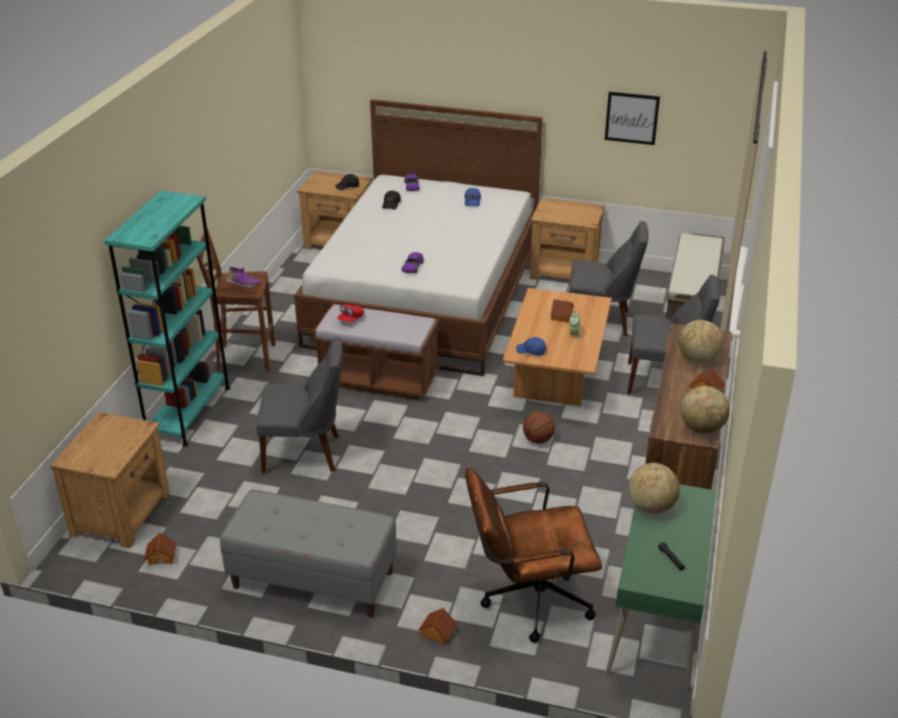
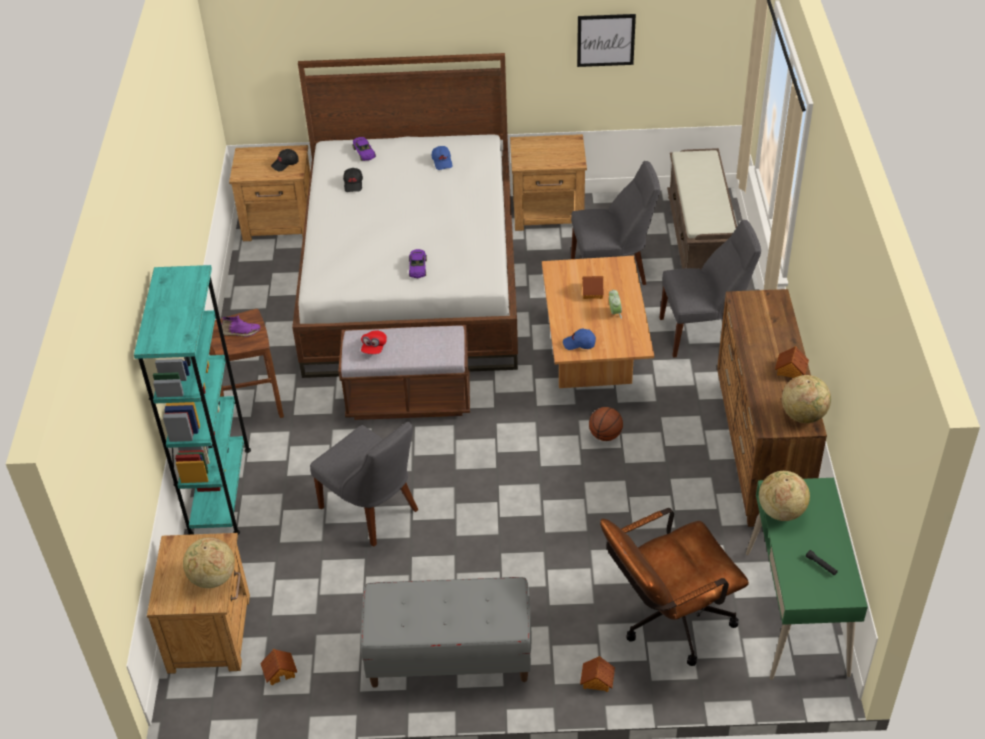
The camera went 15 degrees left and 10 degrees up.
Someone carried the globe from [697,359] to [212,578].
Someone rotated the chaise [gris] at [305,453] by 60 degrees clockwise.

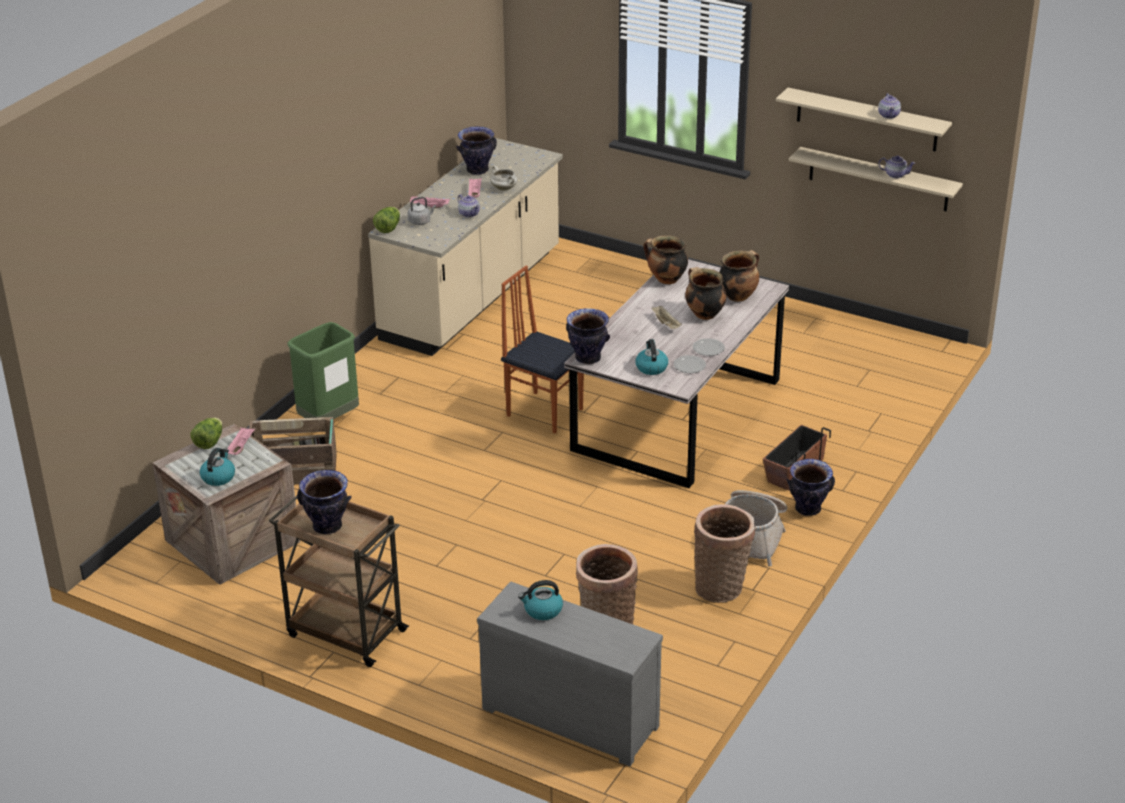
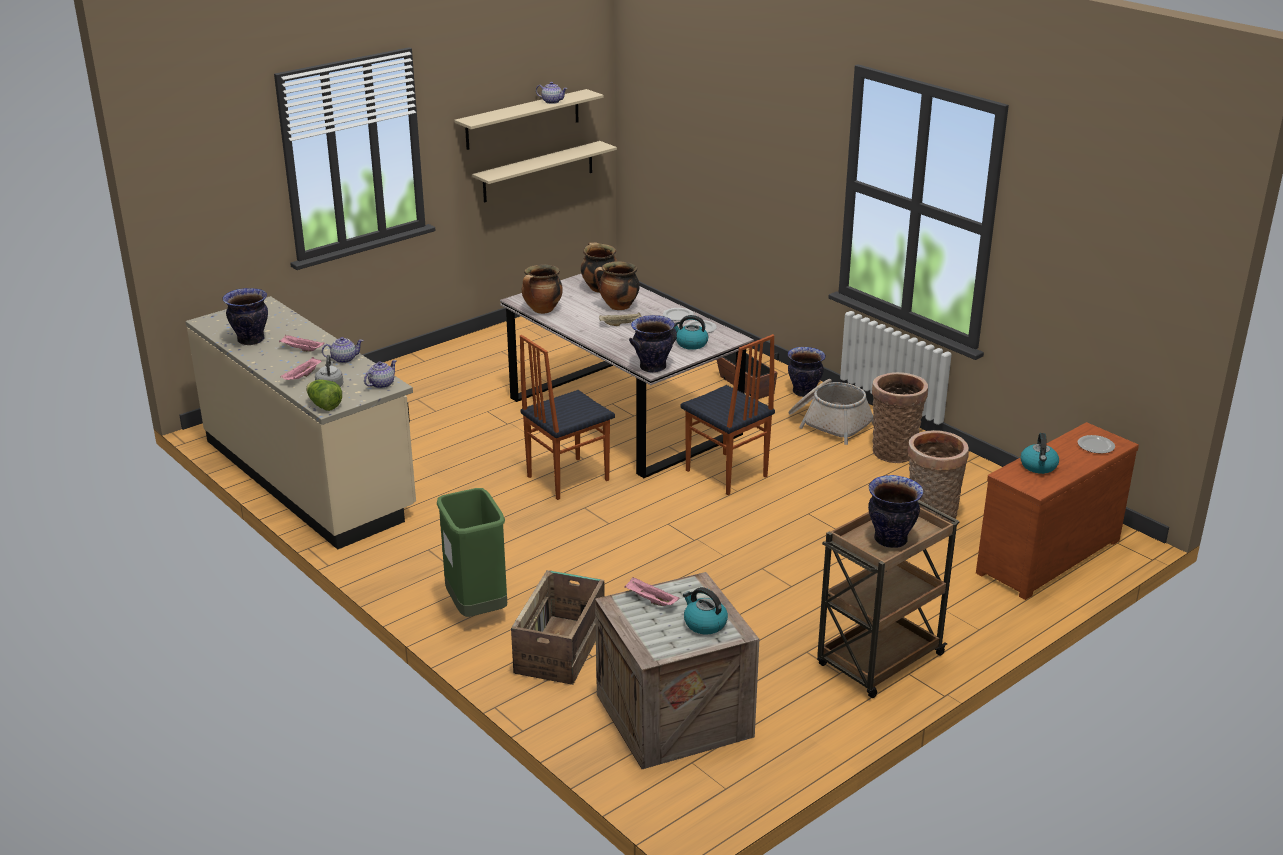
The camera went 70 degrees left and 5 degrees down.
Someone carried the théière from [895,175] to [381,384].
Someone took away the marmite [blanc] at [504,188].
Someone took away the laitue at [209,442].
Someone repainted the commode [gris] at [572,714], which became the commode [marron] at [1045,554].
Someone put down the chaise at [726,474].
Someone put down the assiette at [1095,446].

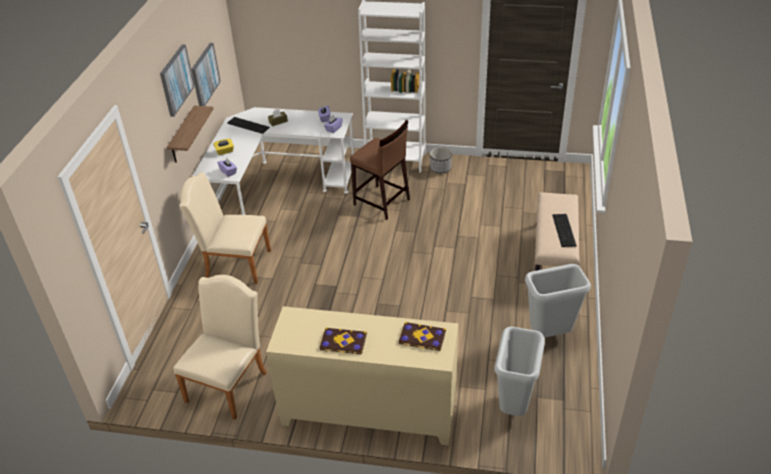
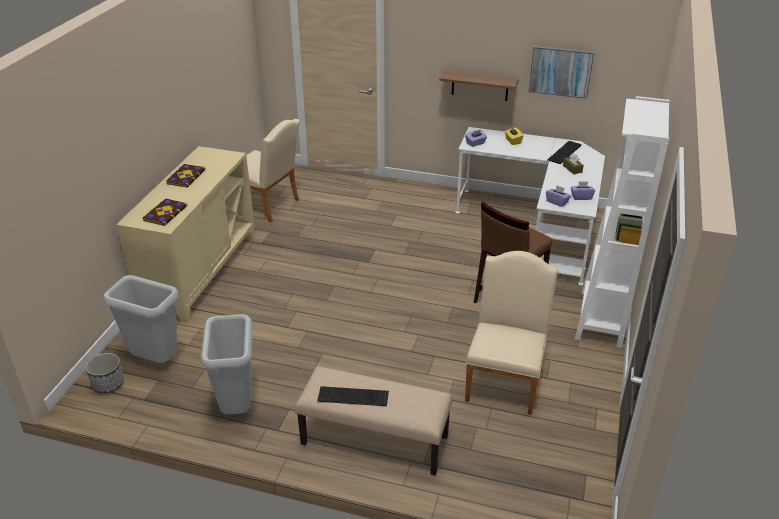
The camera went 95 degrees right and 5 degrees down.
Someone took away the tableau at [176,80].
Someone carried the cache-pot from [440,168] to [108,384].
Someone carried the chaise [beige] from [233,263] to [505,379].

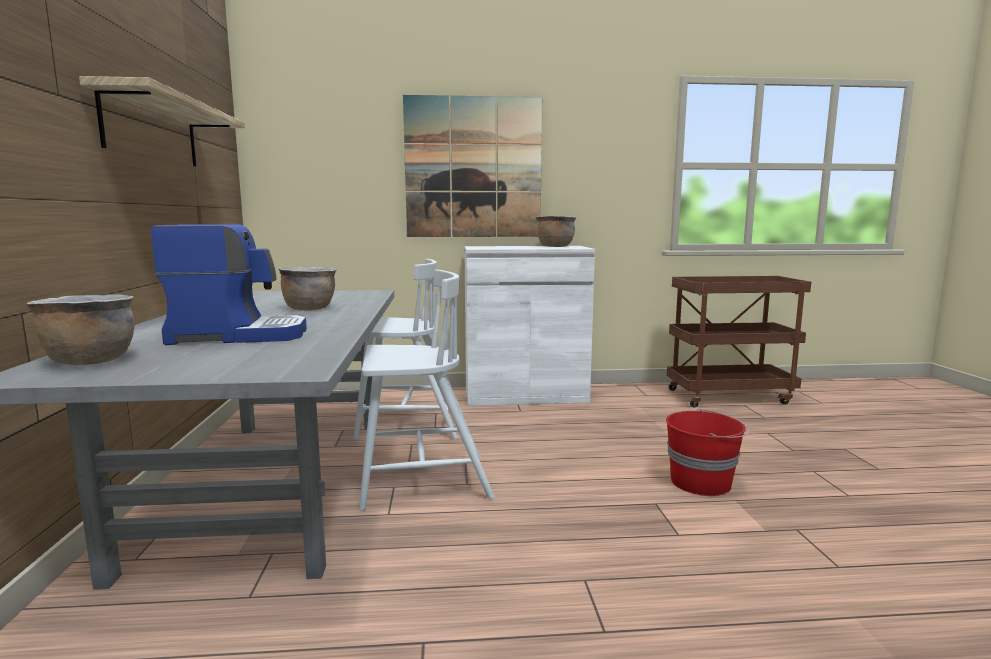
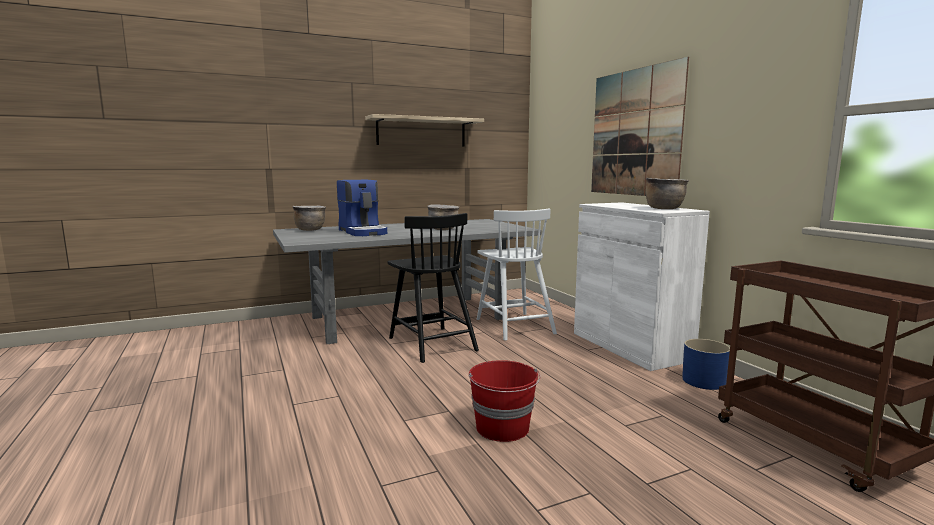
The camera went 70 degrees right and 0 degrees up.
Someone repainted the chaise [blanc] at [421,482], which became the chaise [noir] at [431,343].
Someone put down the cache-pot [bleu] at [704,381].

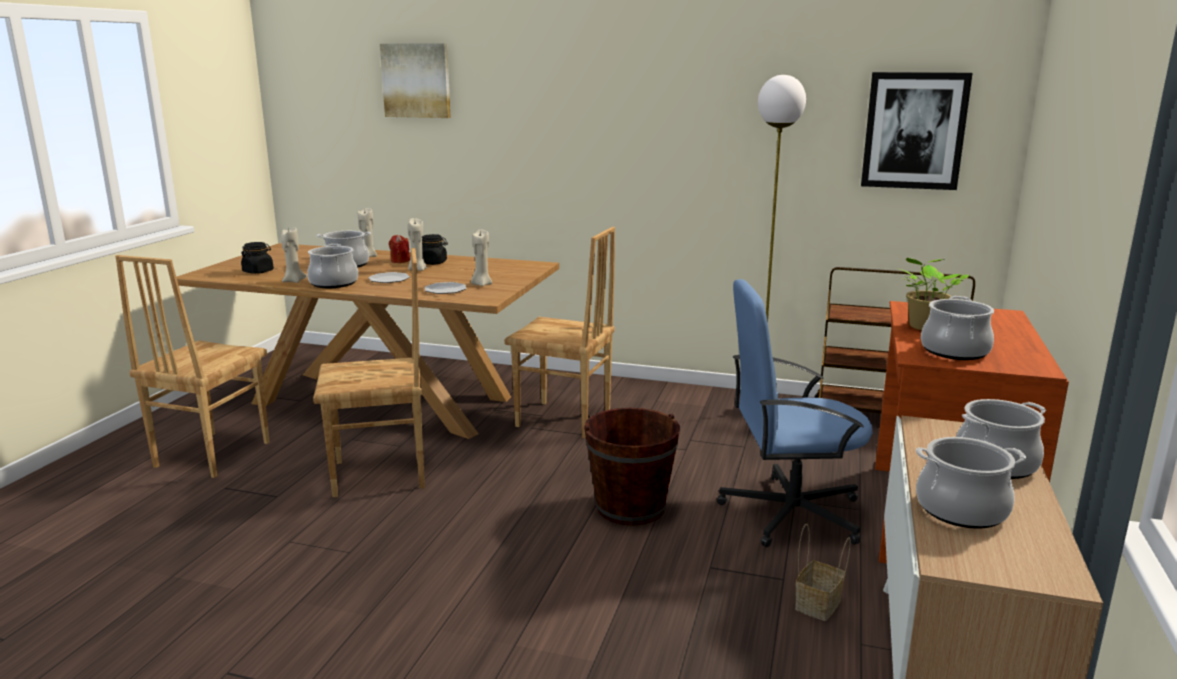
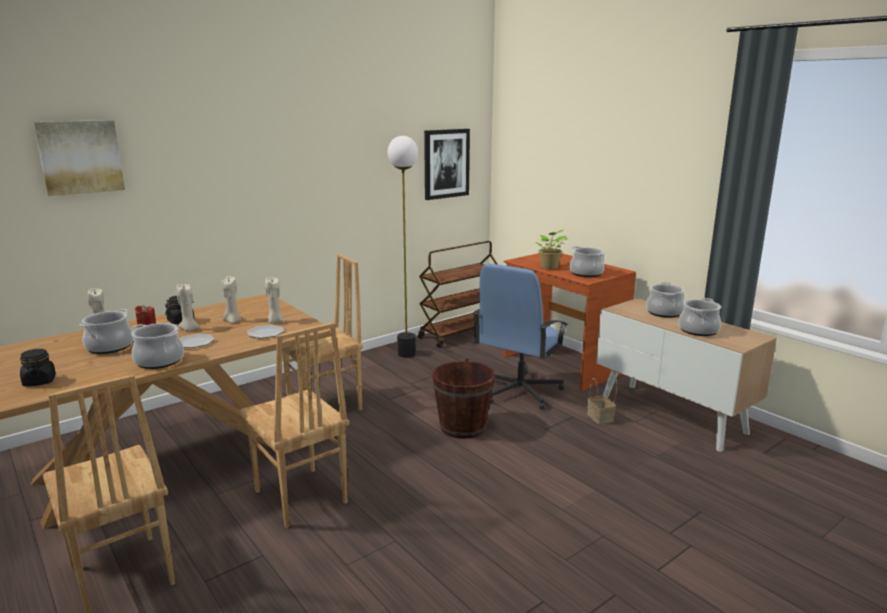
The camera went 55 degrees left and 0 degrees up.
Someone carried the bougie [beige] from [293,281] to [232,321].
Someone rotated the chaise [marron] at [380,475] by 120 degrees clockwise.

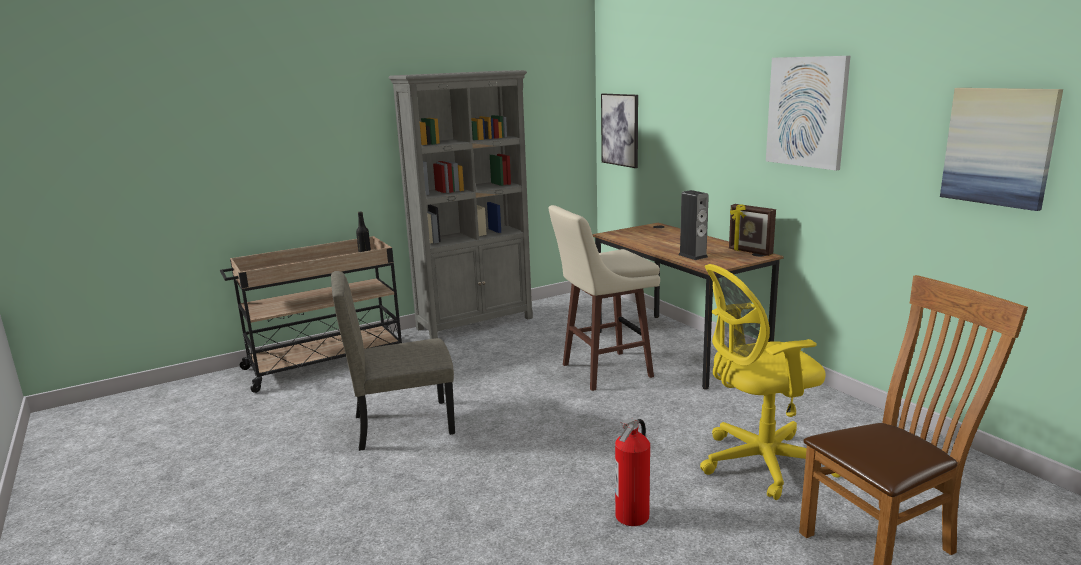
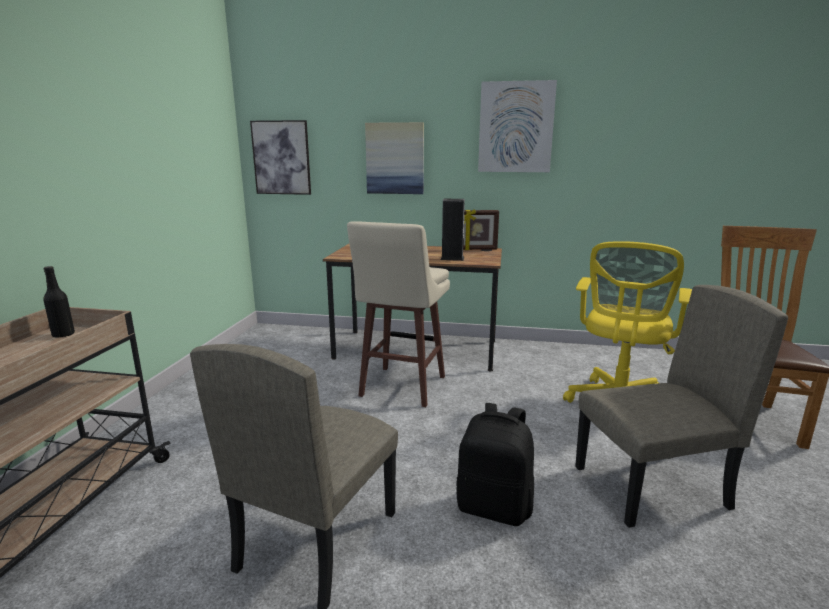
The camera went 50 degrees left and 0 degrees up.
Someone took away the bibliothèque [gris] at [476,323].
Someone carried the tableau from [998,146] to [395,158].
Someone swapped the extincteur at [633,516] for the chaise [beige] at [651,488].
Someone put down the sac à dos [noir] at [494,507].

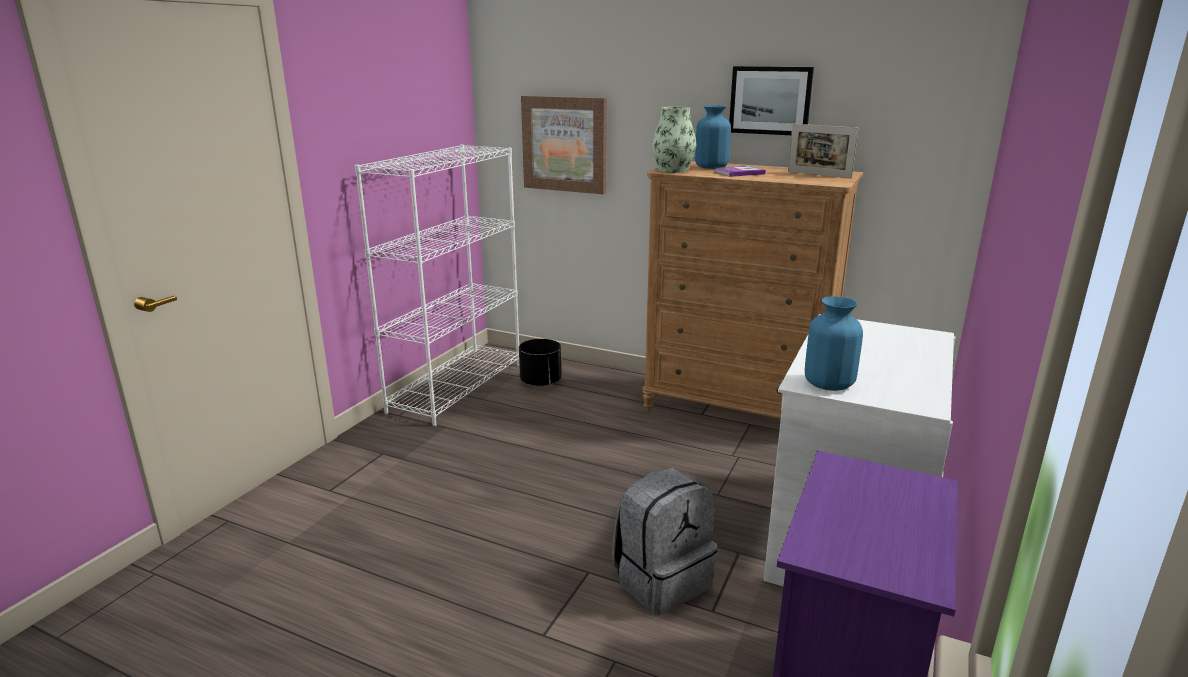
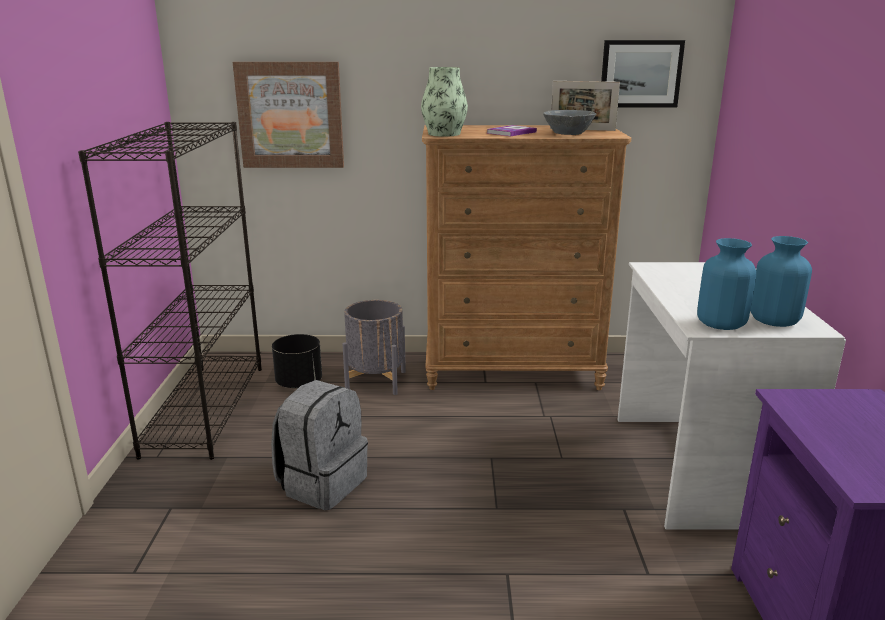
The camera went 25 degrees left and 0 degrees up.
Someone carried the tableau from [770,100] to [640,74].
Someone carried the vase [bleu] from [711,167] to [774,321].
Someone repainted the bibliothèque [blanc] at [457,387], which became the bibliothèque [noir] at [205,408].
Someone carried the sac à dos [gris] from [661,580] to [322,483].
Someone put down the bol [gris] at [567,133].
Someone put down the cache-pot [gris] at [376,381].

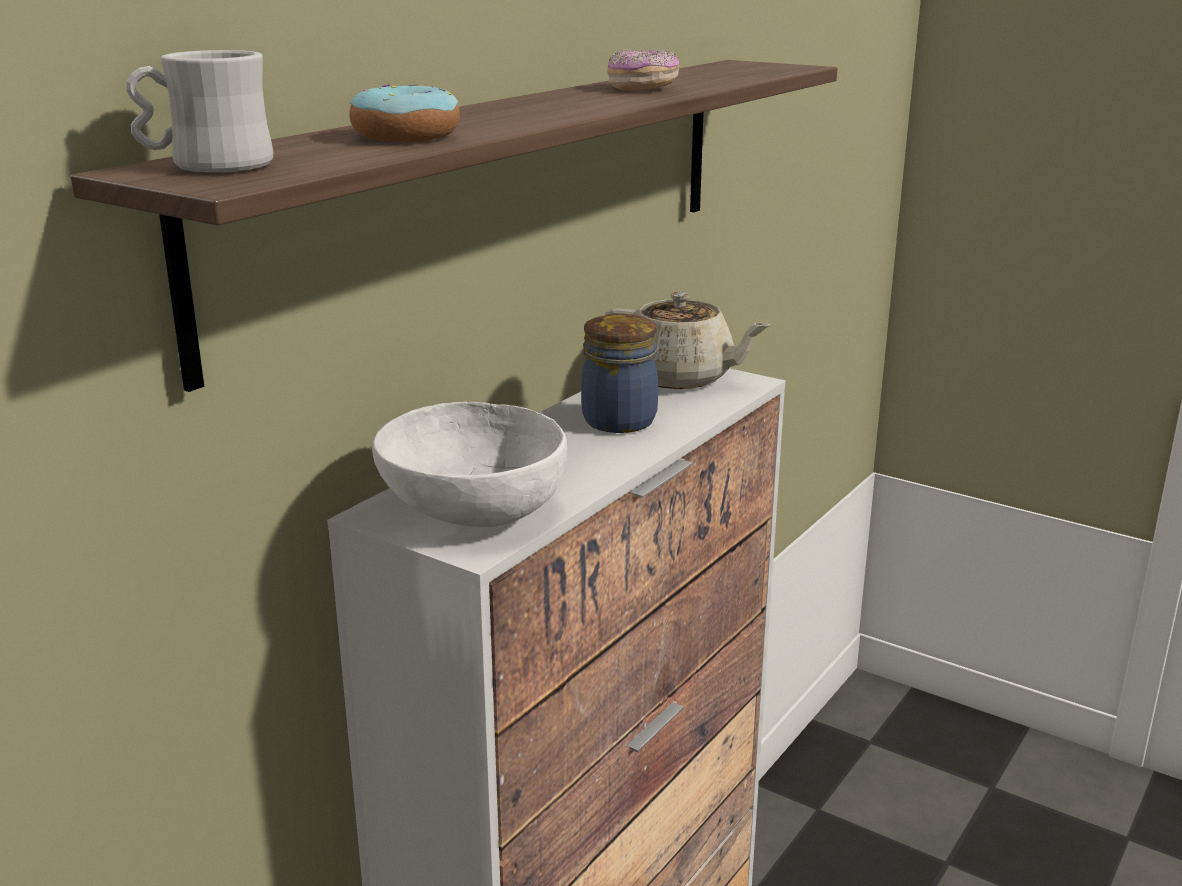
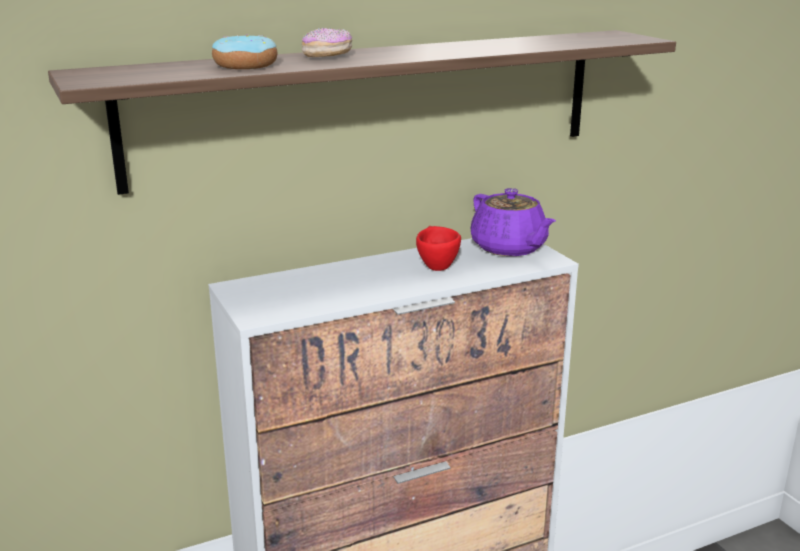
The camera went 30 degrees right and 0 degrees up.
Someone took away the mug [blanc] at [206,166].
Someone carried the beignet from [642,88] to [327,56].
Someone repainted the théière [beige] at [680,377], which became the théière [violet] at [509,248].
Someone swapped the bocal at [621,420] for the tasse [rouge] at [435,266].
Someone took away the bol [blanc] at [472,510].

